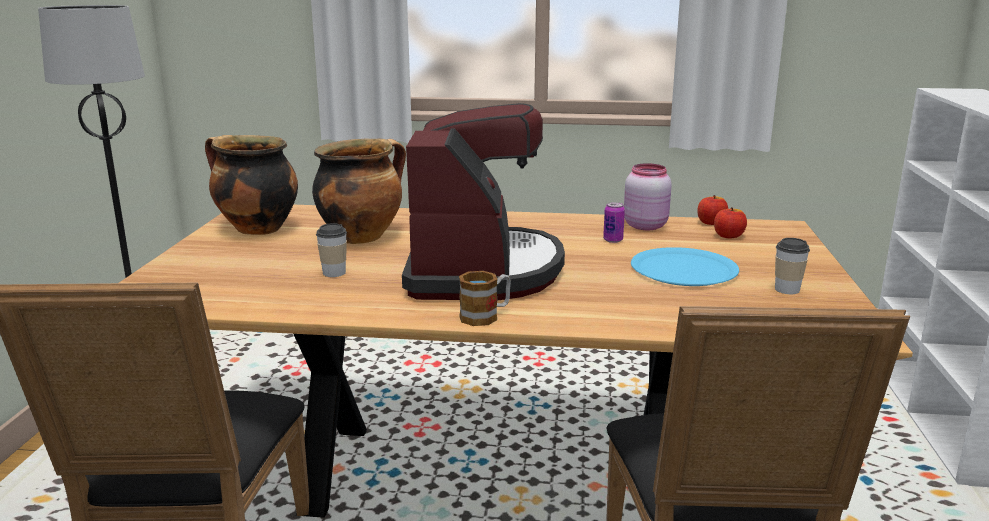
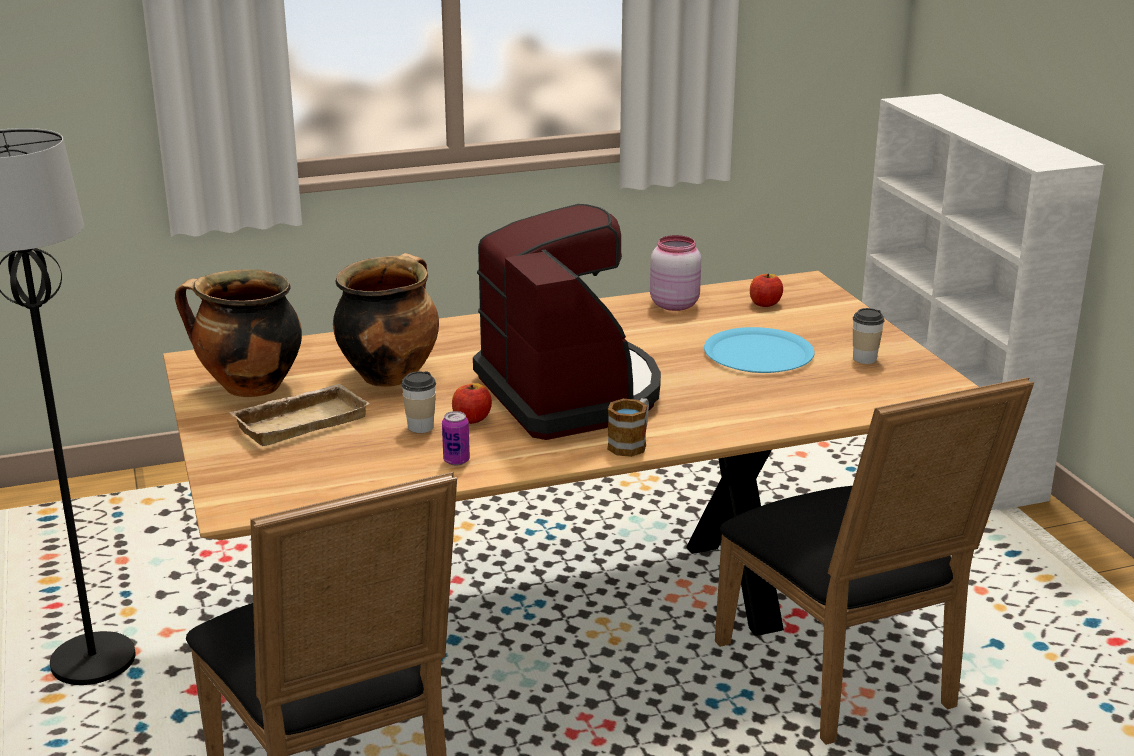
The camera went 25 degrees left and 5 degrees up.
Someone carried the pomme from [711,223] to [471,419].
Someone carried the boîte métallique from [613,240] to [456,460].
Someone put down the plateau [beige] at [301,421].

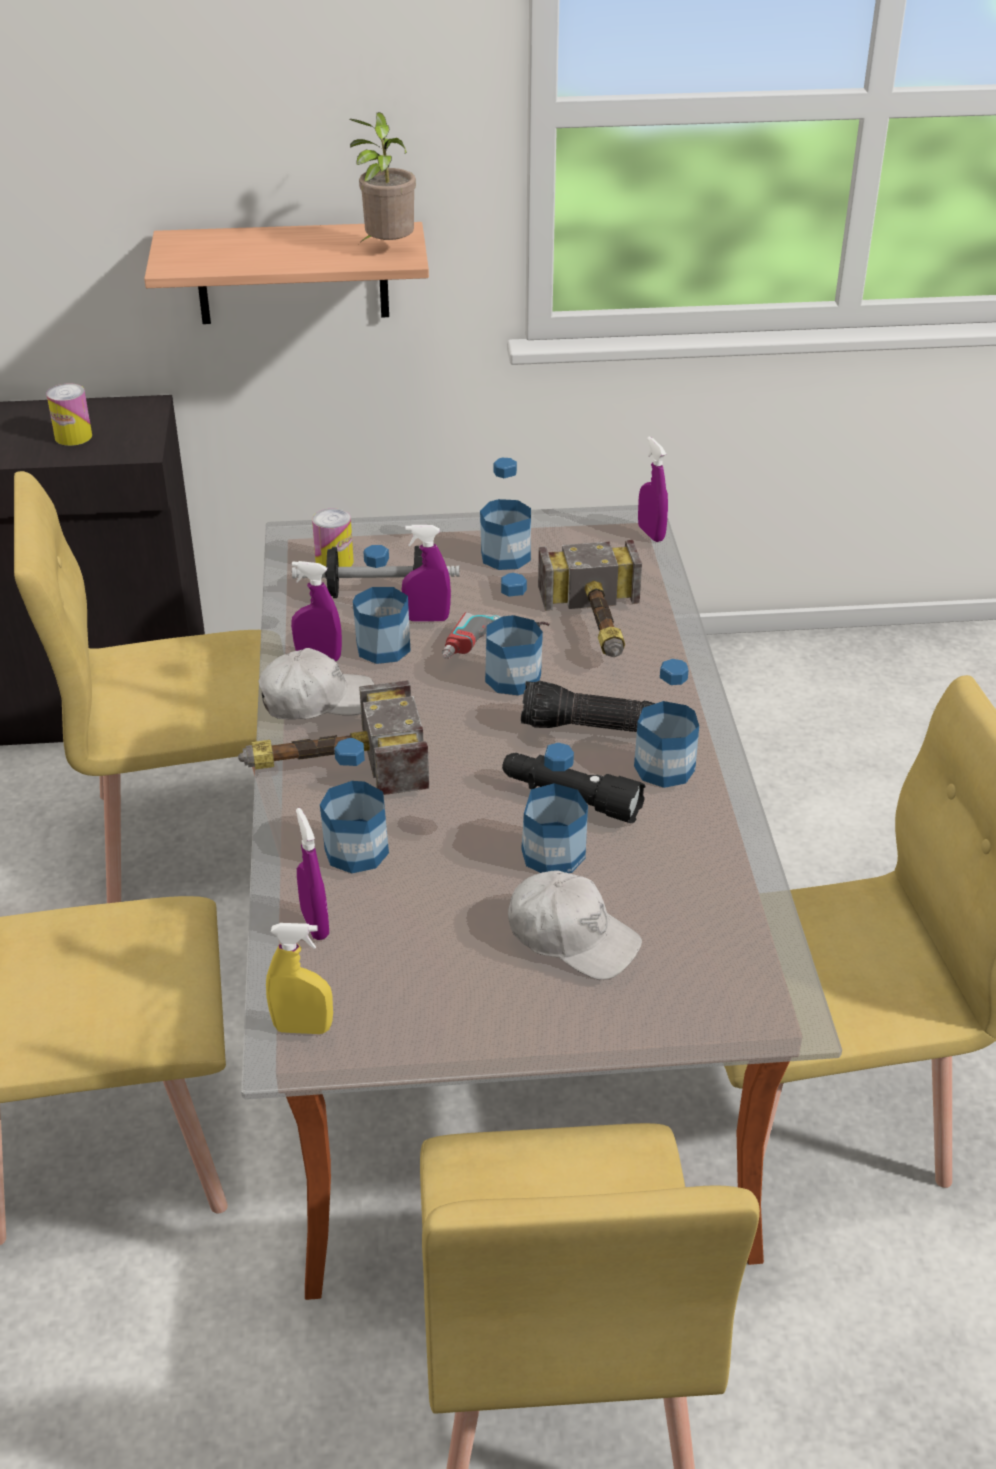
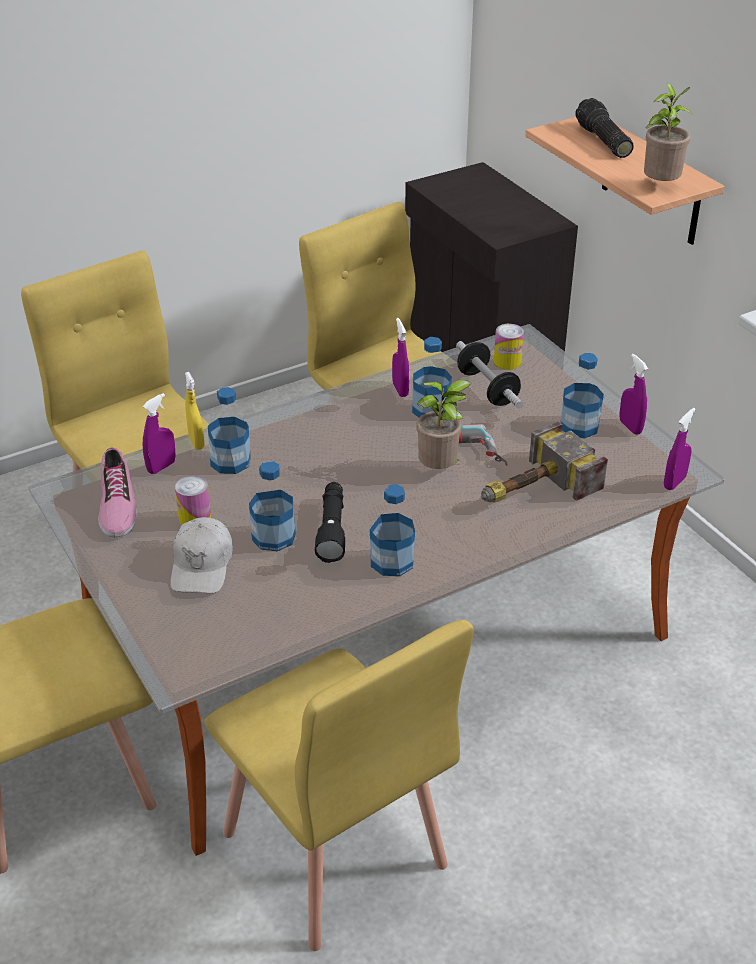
The camera went 65 degrees right and 0 degrees up.
Someone carried the boîte métallique from [73,436] to [195,519].
Someone carried the vaporisateur [violet] from [427,619] to [630,427].
Someone swapped the bouteille at [513,678] for the plante en pot at [440,470].
Someone took away the casquette [blanc] at [316,700].
Someone took away the marteau at [331,766].
Someone carried the lampe de poche from [586,728] to [602,141].
Someone carried the vaporisateur [jaune] from [303,1028] to [196,442].
Someone put down the chaussure at [116,505].

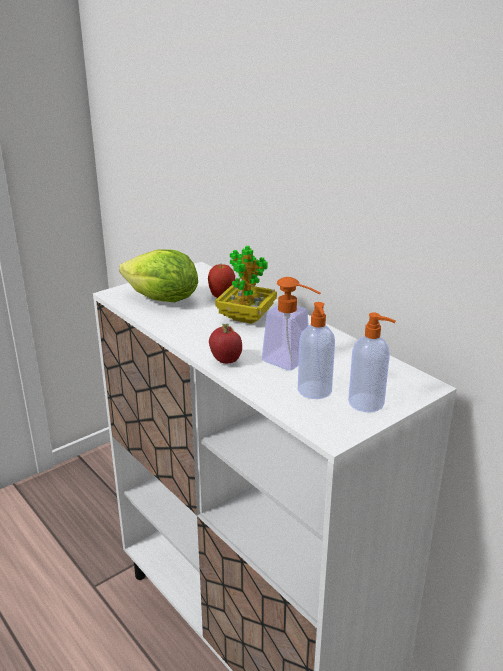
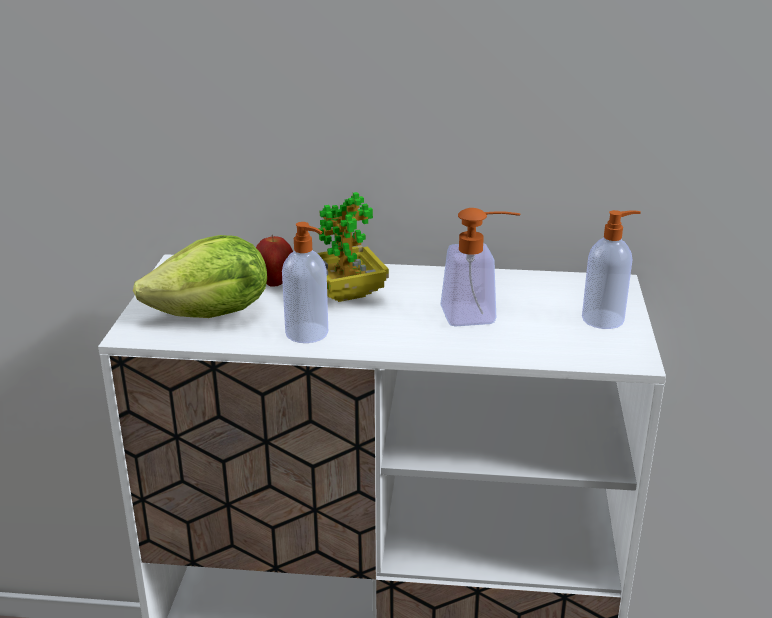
The camera went 45 degrees left and 0 degrees up.
Someone carried the distributeur de savon from [315,391] to [308,334].
Someone took away the pomme at [225,361].

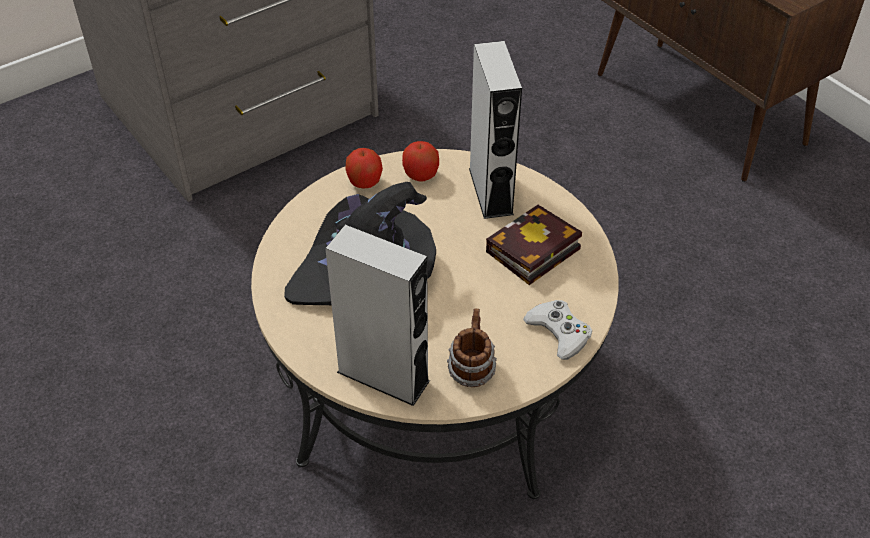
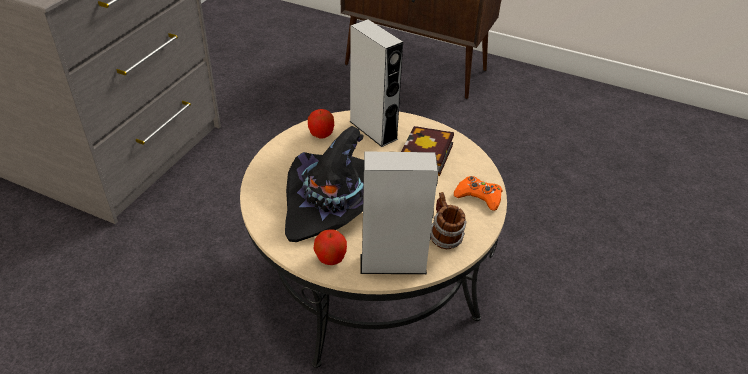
The camera went 30 degrees left and 5 degrees down.
Someone carried the pomme from [365,182] to [330,258].
Someone repainted the manette [blanc] at [559,332], which became the manette [orange] at [479,196].

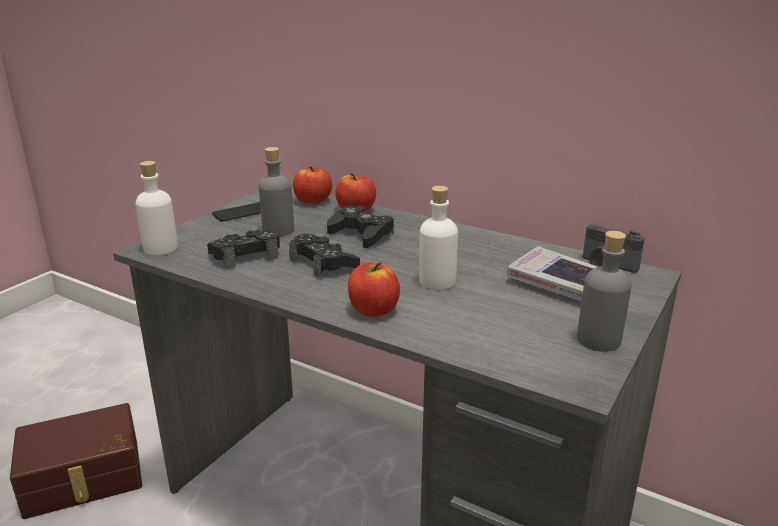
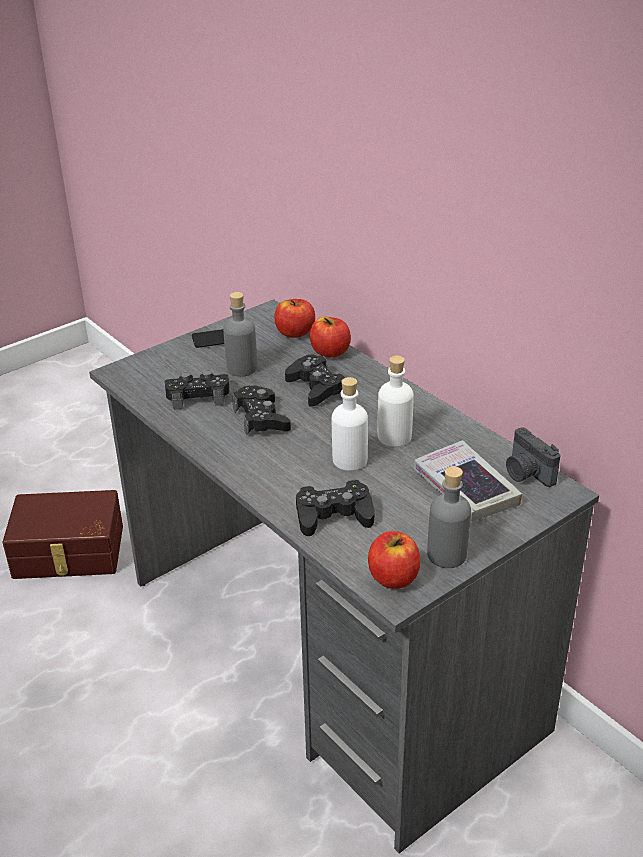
The camera went 20 degrees right and 10 degrees up.
Someone carried the bouteille [blanc] from [160,248] to [394,437].
Someone carried the pomme from [373,310] to [393,577].
Someone put down the manette [noir] at [334,515].

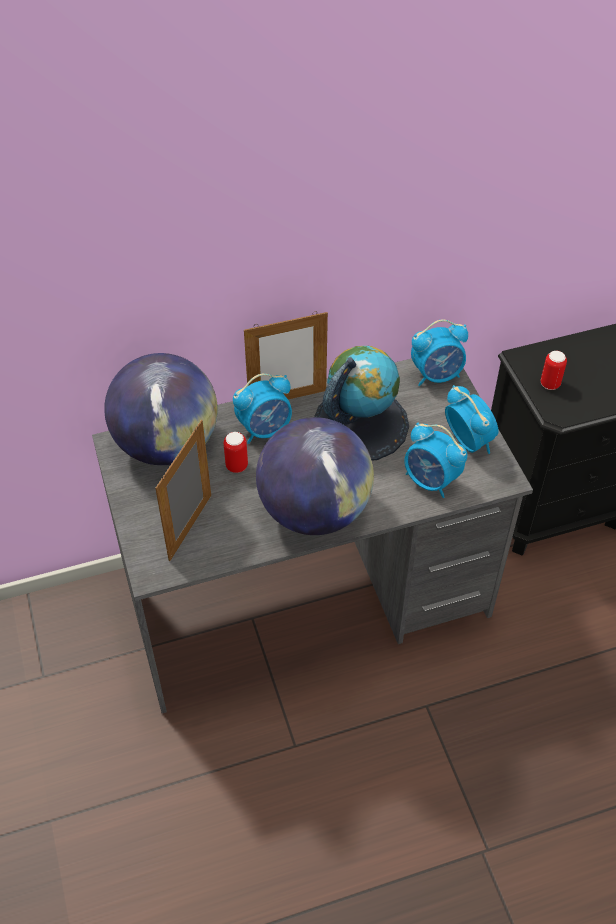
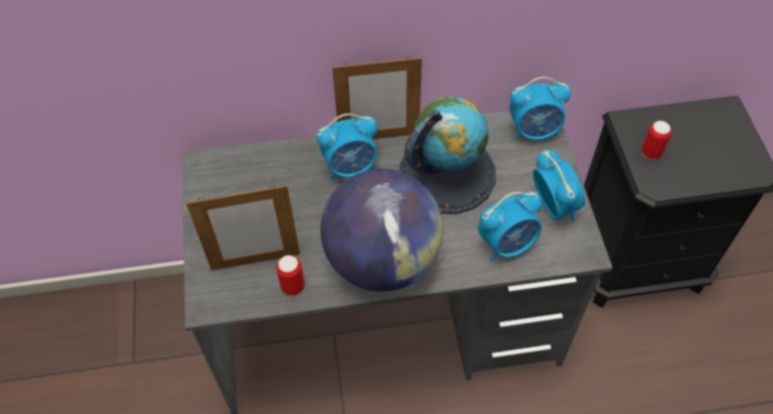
The camera went 10 degrees right and 5 degrees up.
Someone took away the globe at [167,444].
Someone rotated the cadre photo at [190,527] by 135 degrees counterclockwise.
Someone rotated the réveil at [431,481] by 75 degrees counterclockwise.
Someone carried the boîte métallique from [236,466] to [293,286].

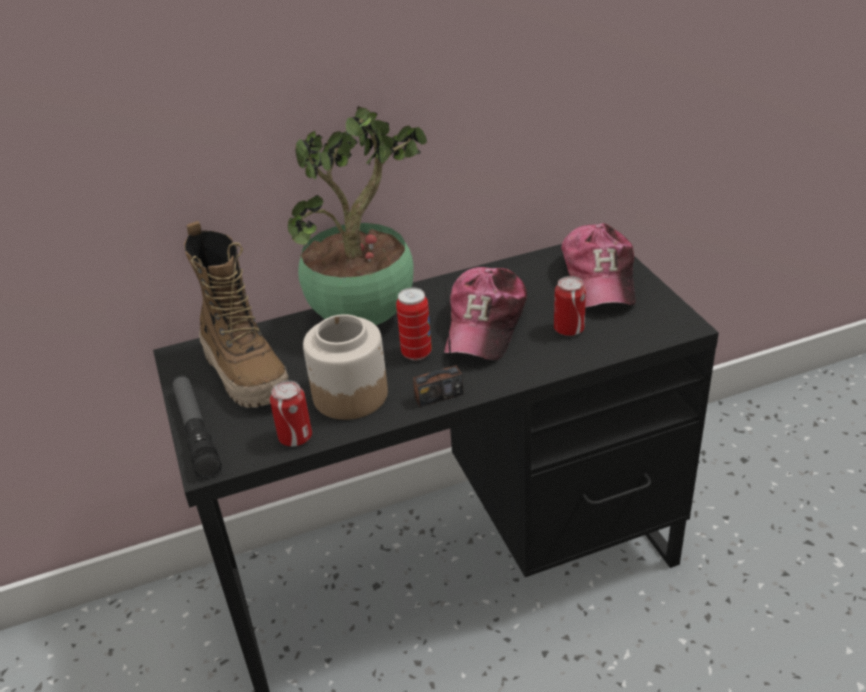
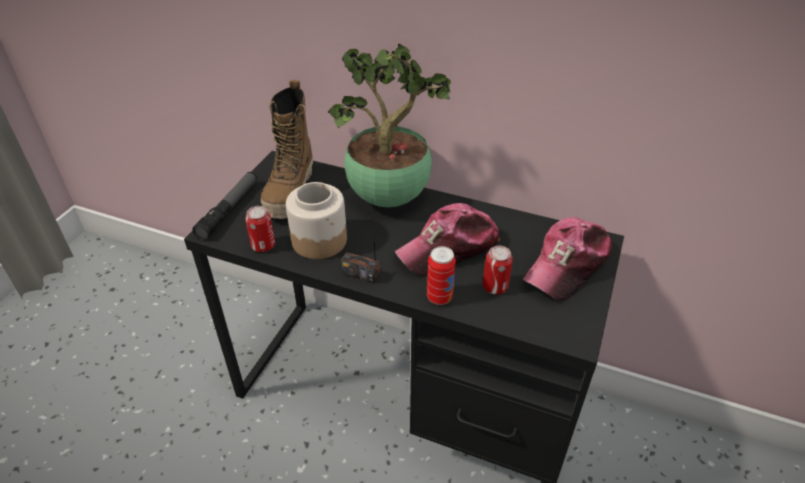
The camera went 40 degrees right and 5 degrees up.
Someone carried the boîte métallique from [416,353] to [439,297].

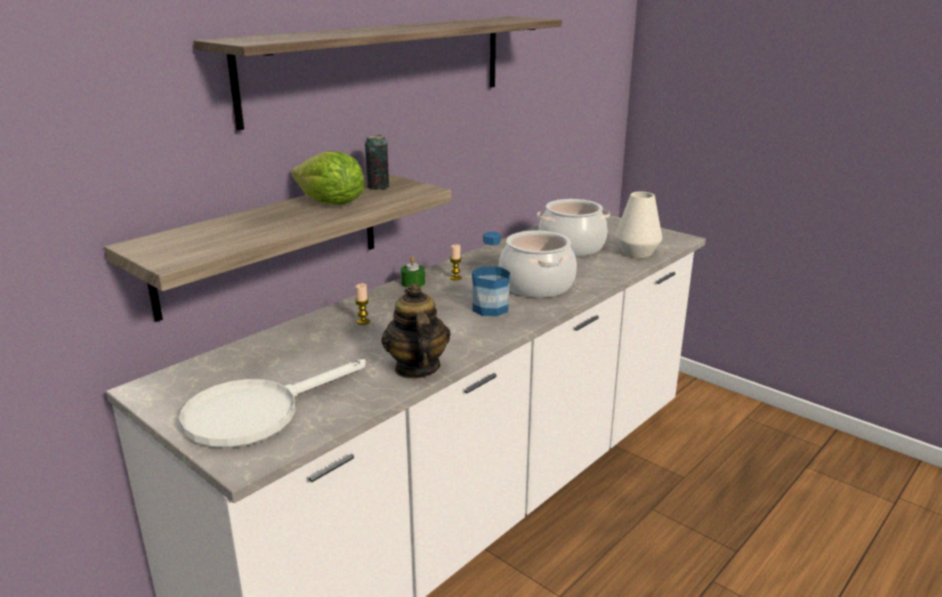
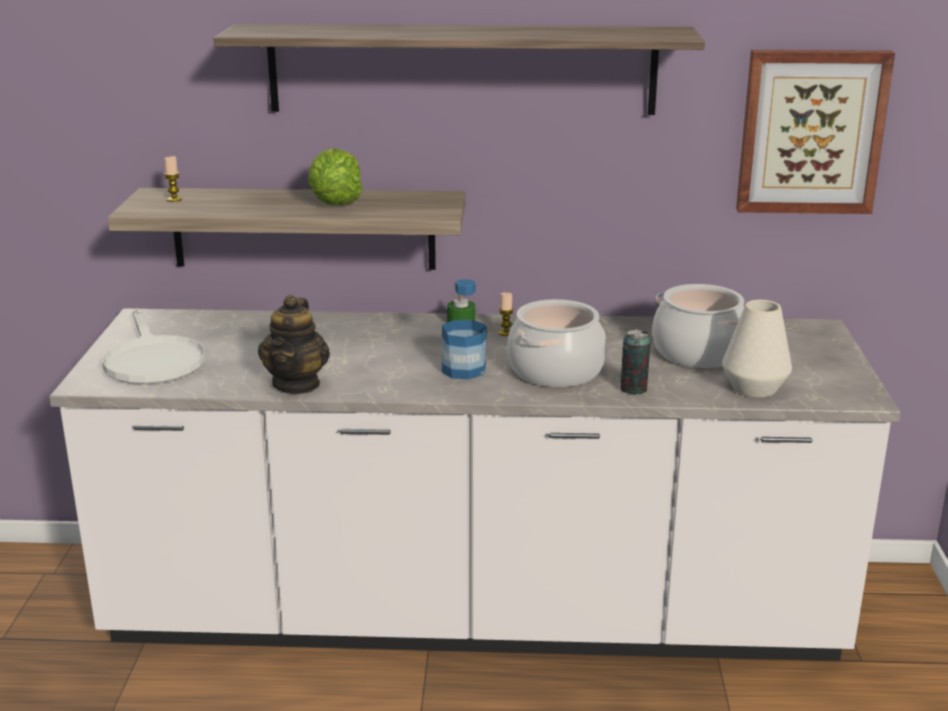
The camera went 50 degrees right and 0 degrees up.
Someone carried the boîte métallique from [378,187] to [633,389].
Someone carried the bougie from [363,322] to [174,199].
Someone rotated the théière at [416,368] by 150 degrees clockwise.
Someone rotated the poêle [blanc] at [256,413] by 120 degrees counterclockwise.
Someone put up the tableau at [811,131].

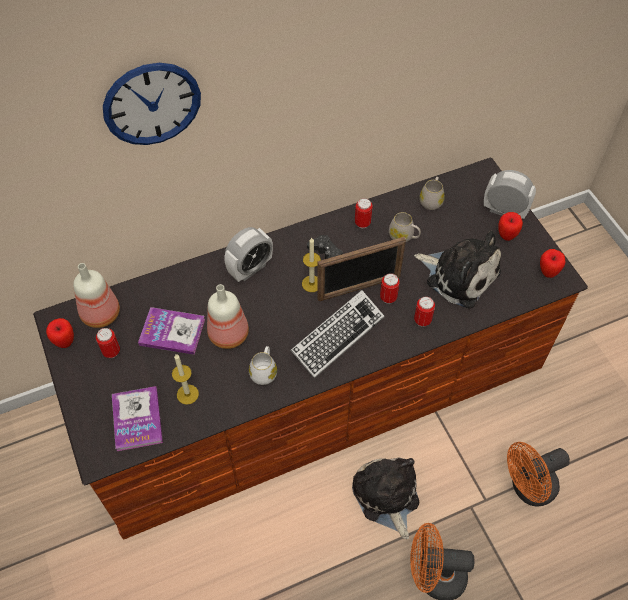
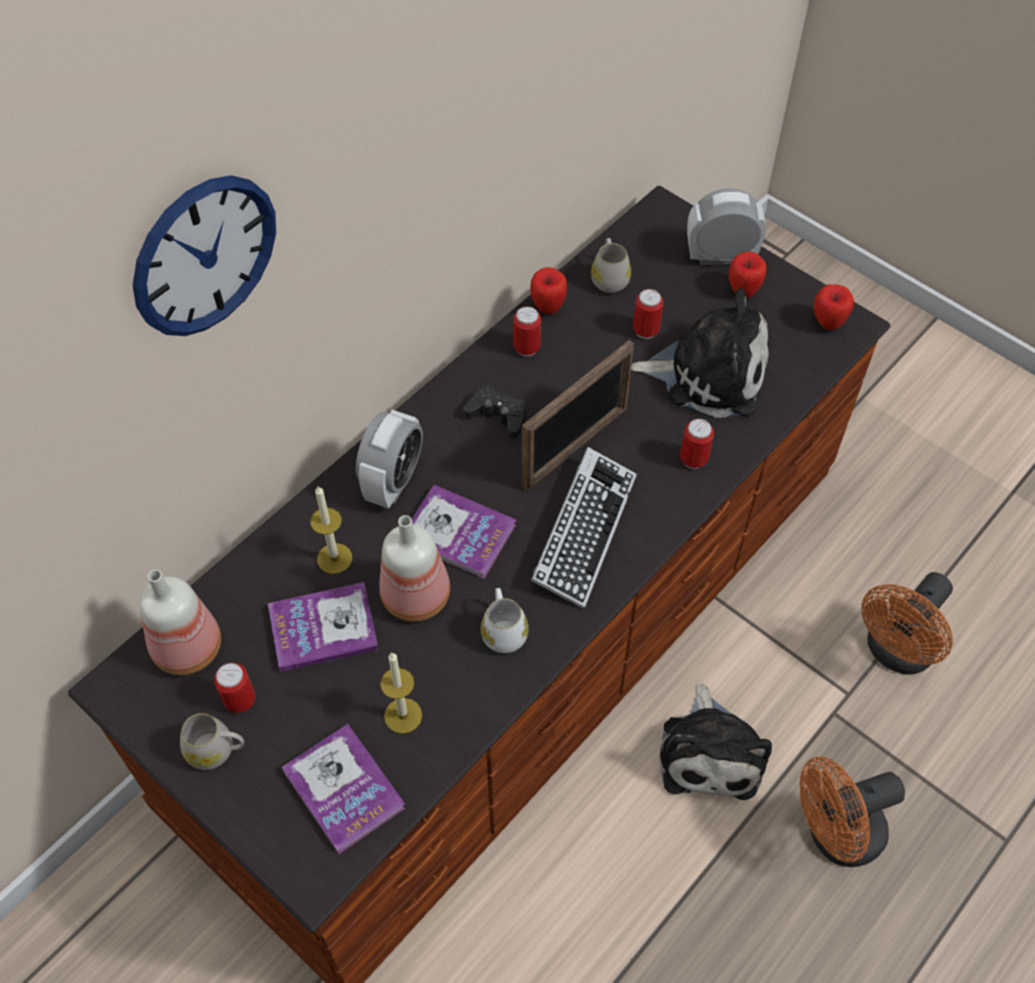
The camera went 25 degrees left and 0 degrees up.
Someone carried the mug [blanc] from [403,236] to [216,750].
Someone carried the bougie from [311,283] to [334,558].
Someone carried the boîte métallique from [388,297] to [645,331].
Someone carried the pomme from [65,342] to [547,307].
Someone rotated the peluche at [386,496] by 135 degrees counterclockwise.
Someone put down the livre at [458,533].

